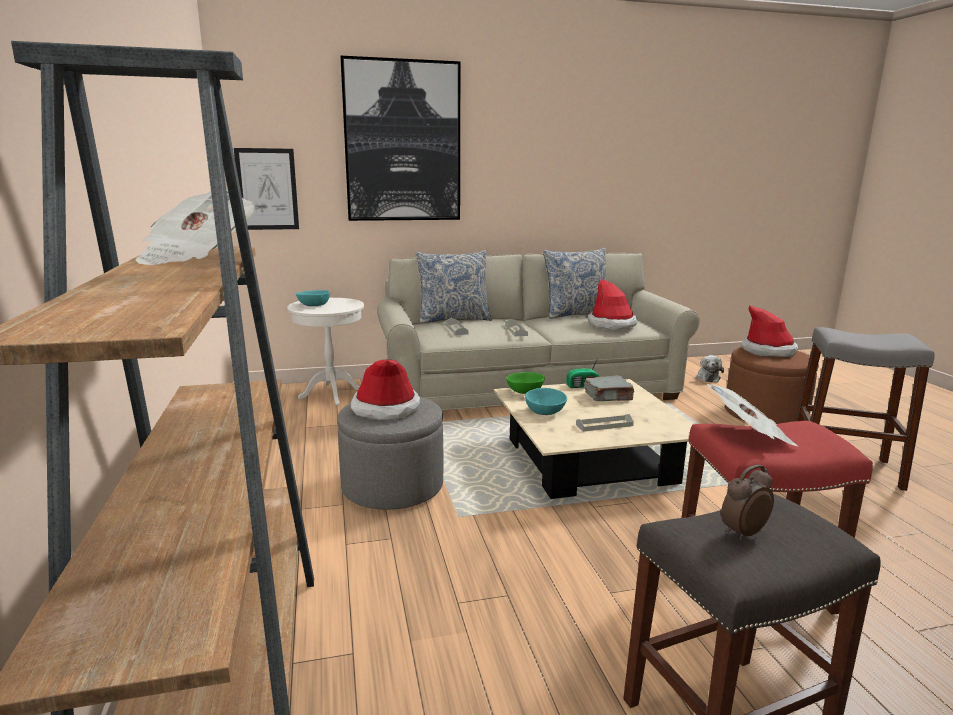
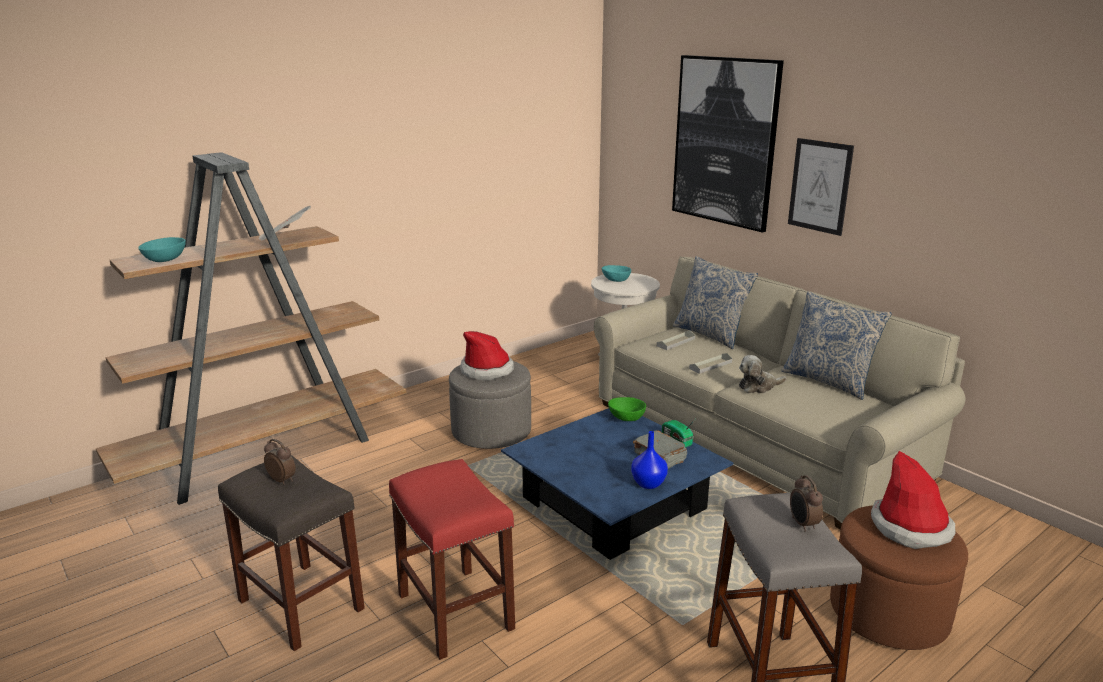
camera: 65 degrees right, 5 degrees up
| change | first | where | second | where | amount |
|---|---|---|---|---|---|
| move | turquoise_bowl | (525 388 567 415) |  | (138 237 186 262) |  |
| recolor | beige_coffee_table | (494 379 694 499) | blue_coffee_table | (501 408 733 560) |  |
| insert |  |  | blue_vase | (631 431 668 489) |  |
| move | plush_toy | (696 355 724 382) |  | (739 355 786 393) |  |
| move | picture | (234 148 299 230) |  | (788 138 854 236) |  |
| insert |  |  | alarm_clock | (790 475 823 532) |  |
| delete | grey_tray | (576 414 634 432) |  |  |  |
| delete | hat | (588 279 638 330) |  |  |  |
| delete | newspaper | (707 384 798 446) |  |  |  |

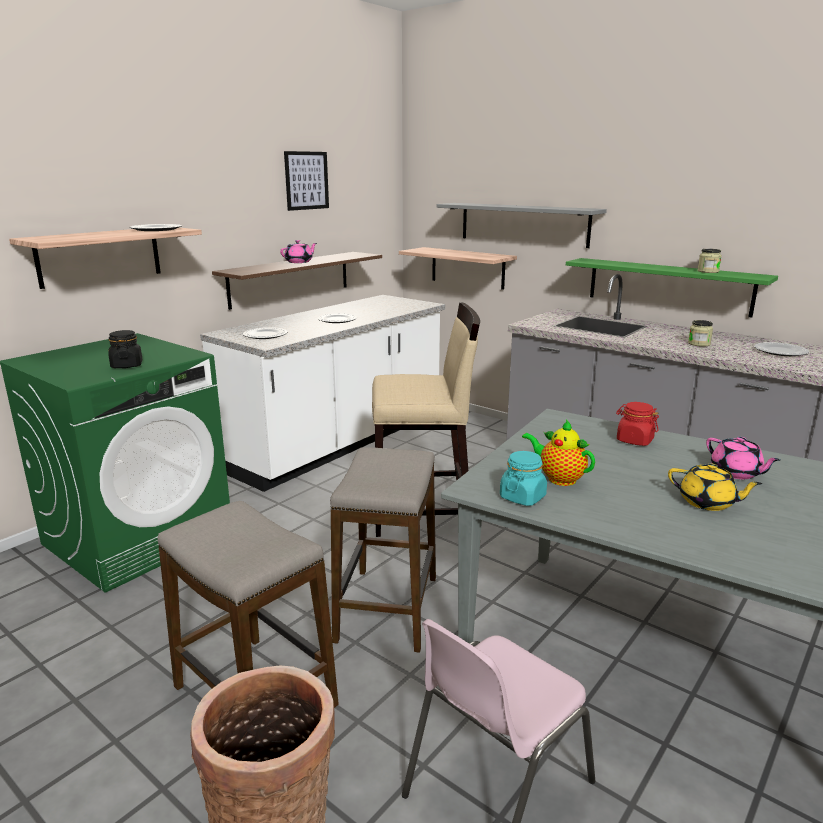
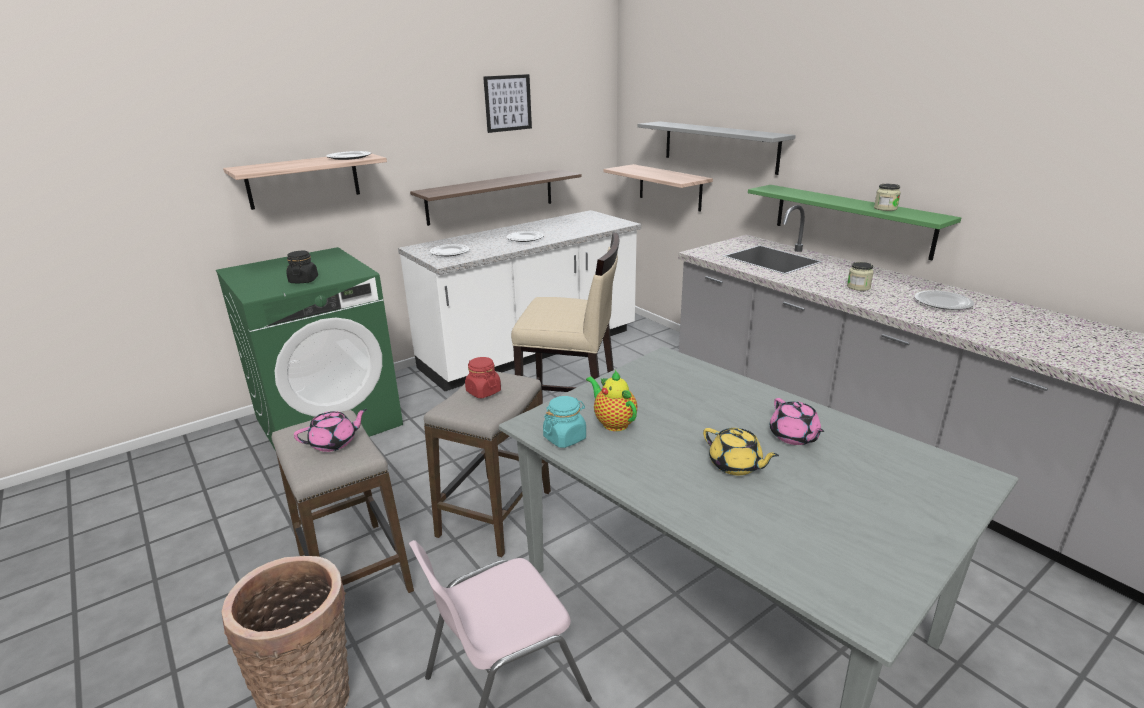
camera: 15 degrees right, 5 degrees up
| change | first | where | second | where | amount |
|---|---|---|---|---|---|
| move | pink_teapot | (280 240 317 263) |  | (294 409 367 452) |  |
| move | red_jar | (616 402 659 446) |  | (465 357 501 398) |  |

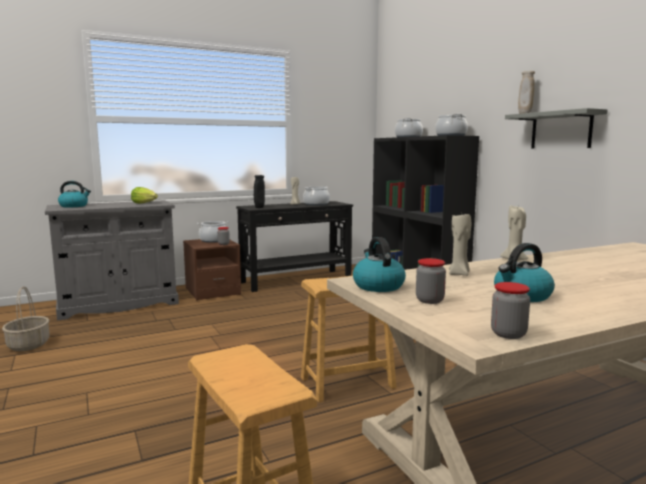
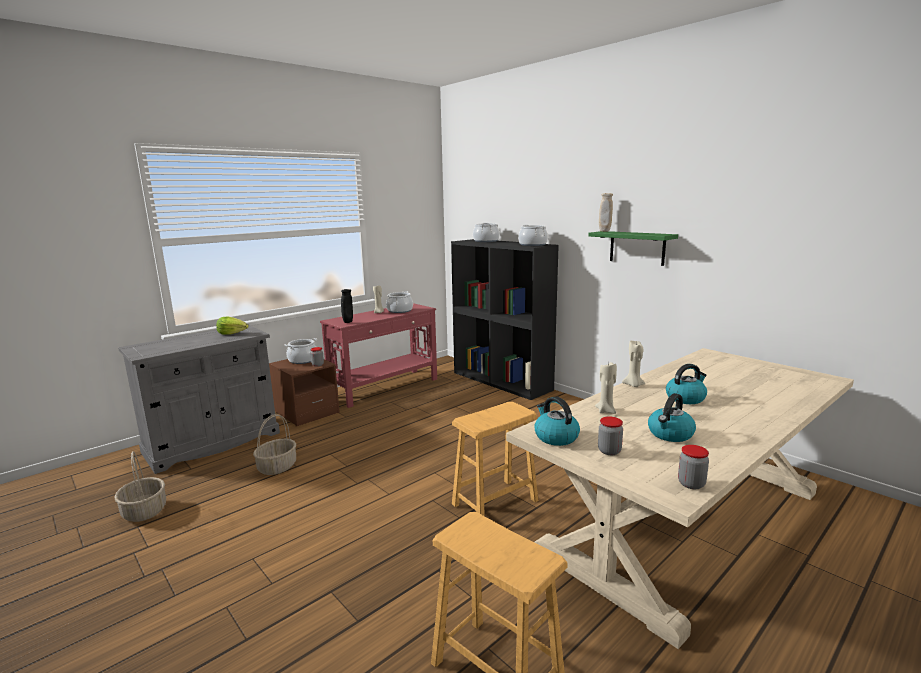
camera: 15 degrees left, 5 degrees up
| change | first | where | second | where | amount |
|---|---|---|---|---|---|
| insert |  |  | basket | (253 414 296 475) |  |
| recolor | black_console_table | (236 201 353 292) | red_console_table | (320 303 437 408) |  |
| recolor | grey_shelf | (505 108 608 148) | green_shelf | (588 231 678 266) |  |
| move | kettle | (58 181 91 207) |  | (666 364 707 404) |  |

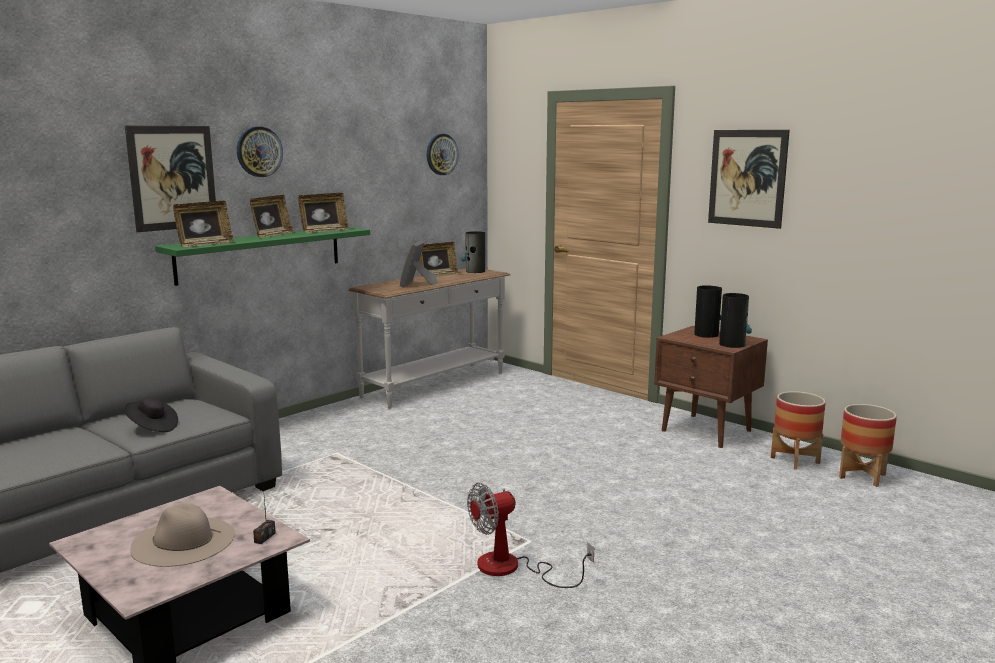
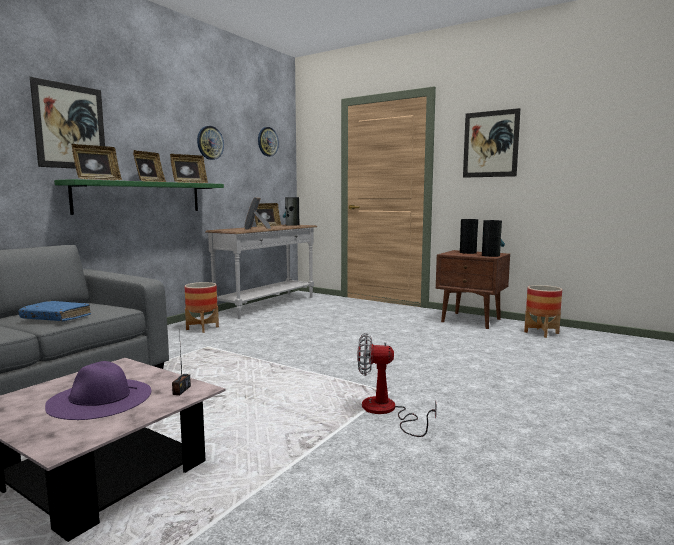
camera: 10 degrees left, 5 degrees down
| change | first | where | second | where | amount |
|---|---|---|---|---|---|
| replace | black_hat | (125 397 178 432) | blue_book | (19 301 91 321) |  |
| recolor | beige_hat | (131 503 235 567) | purple_hat | (45 361 151 420) |  |
| move | planter | (839 404 897 487) |  | (185 282 219 333) |  |
| move | wall_clock | (237 127 283 177) |  | (197 126 224 160) |  |
| rotate | fan | (467 483 594 588) |  | (357 333 437 437) | 45 degrees clockwise |

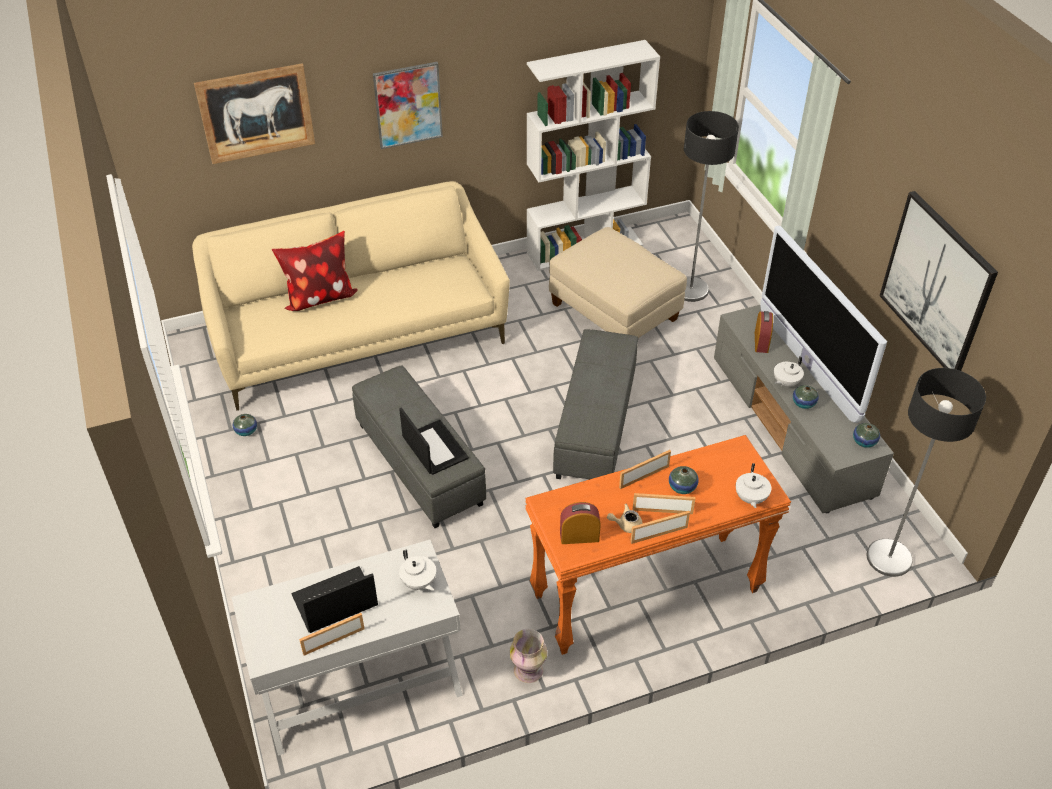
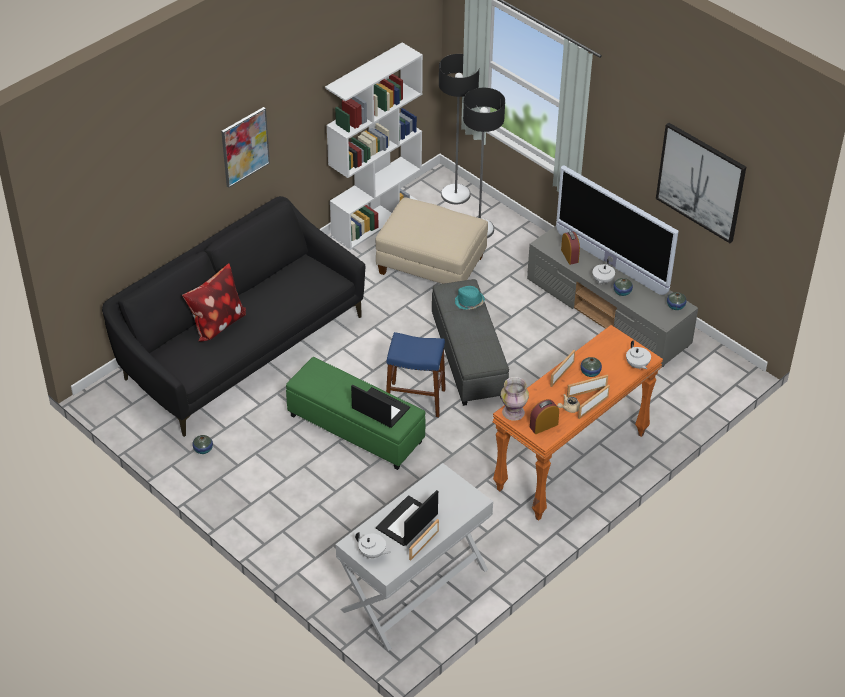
camera: 25 degrees left, 0 degrees up
| change | first | where | second | where | amount |
|---|---|---|---|---|---|
| recolor | beige_sofa | (192 181 510 411) | black_sofa | (102 196 366 437) |  |
| recolor | grey_ottoman | (352 365 486 528) | green_ottoman | (286 357 425 470) |  |
| move | white_teapot | (399 550 436 591) |  | (355 532 391 558) |  |
| insert |  |  | blue_stool | (386 332 446 417) |  |
| move | floor_lamp | (867 368 986 577) |  | (439 54 479 204) |  |
| insert |  |  | turquoise_hat | (455 286 485 310) |  |
| move | vase | (510 629 547 683) |  | (501 377 529 421) |  |
| delete | picture | (194 63 315 164) |  |  |  |

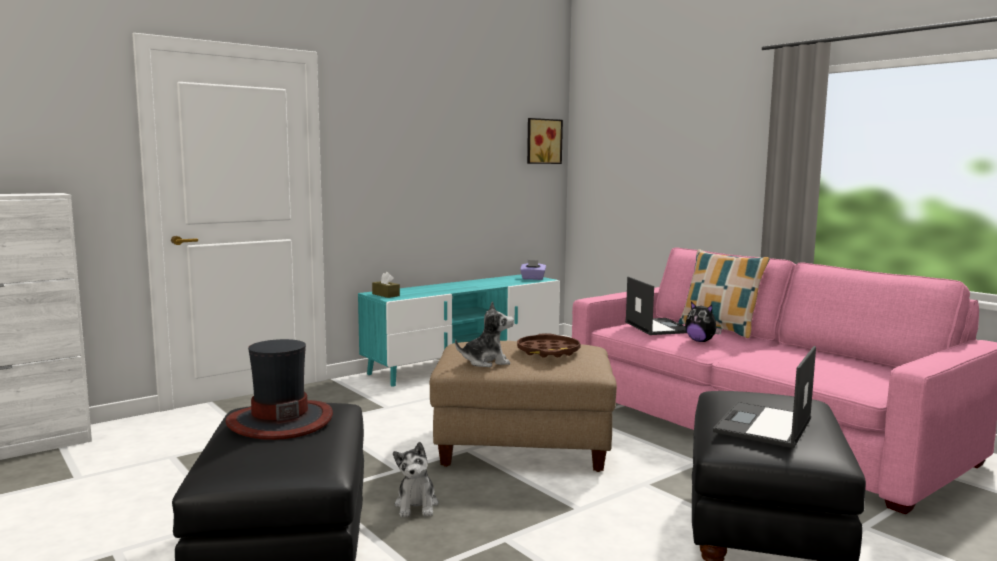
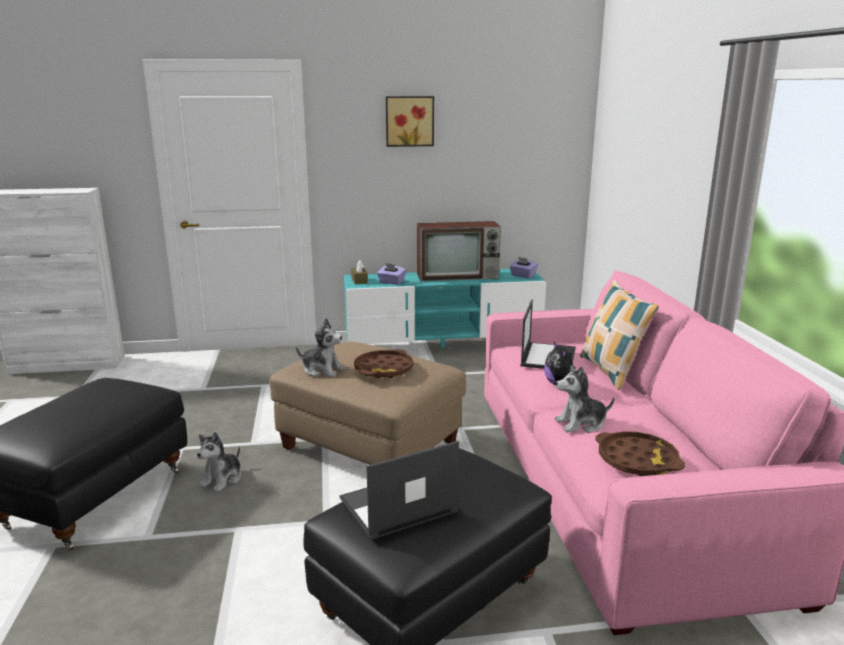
camera: 30 degrees right, 10 degrees up
| change | first | where | second | where | amount |
|---|---|---|---|---|---|
| insert |  |  | purple_tissue_box | (377 263 406 285) |  |
| move | picture | (527 118 563 164) |  | (386 96 434 147) |  |
| insert |  |  | television | (417 221 501 281) |  |
| insert |  |  | plush_toy | (555 365 615 433) |  |
| insert |  |  | brown_tray | (595 431 685 476) |  |
| delete | hat | (225 339 333 440) |  |  |  |

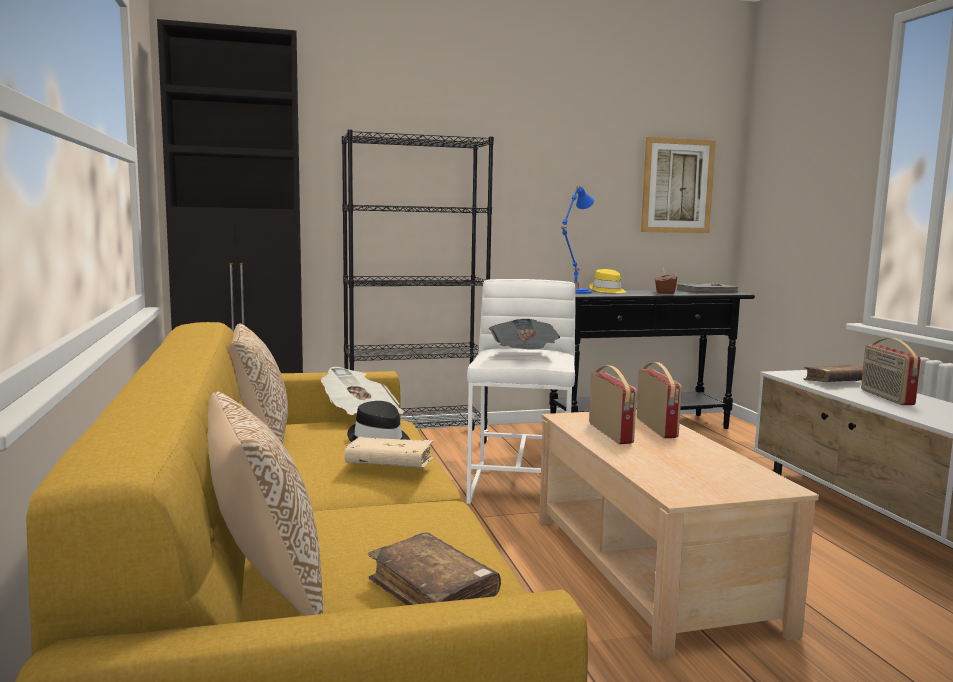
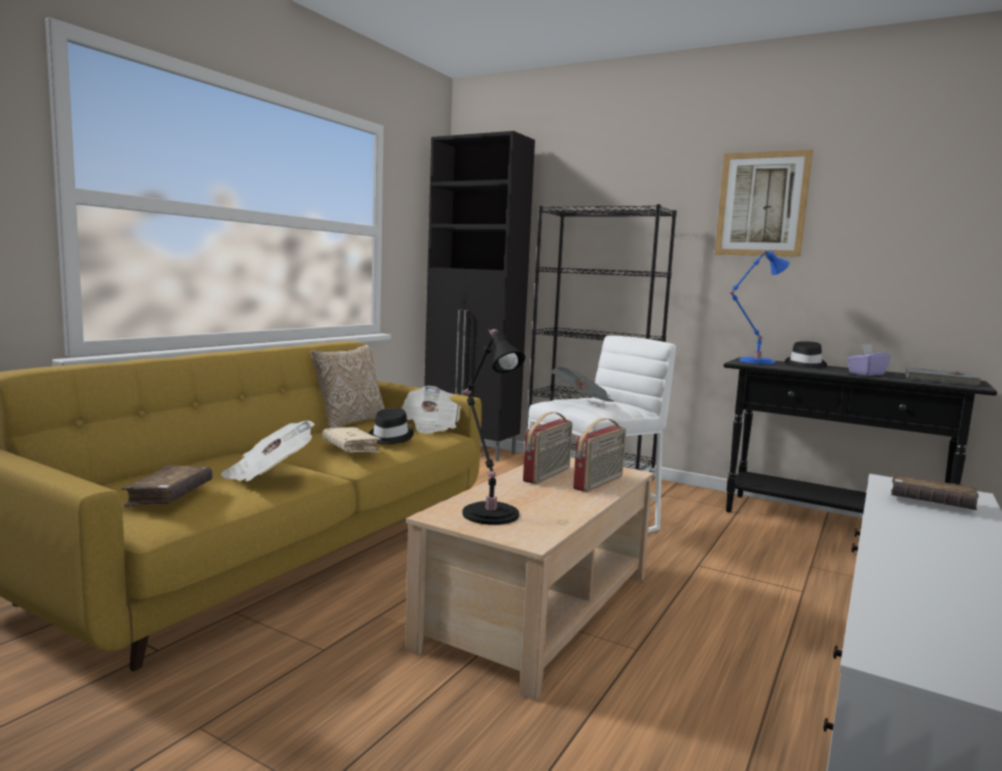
camera: 45 degrees right, 0 degrees up
| change | first | where | second | where | amount |
|---|---|---|---|---|---|
| insert |  |  | newspaper | (221 421 315 481) |  |
| insert |  |  | black_table_lamp | (462 329 525 525) |  |
| move | picture | (641 137 716 233) |  | (715 150 813 257) |  |
| recolor | yellow_hat | (589 269 626 293) | black_hat | (785 341 827 368) |  |
| recolor | brown_tissue_box | (654 268 677 294) | purple_tissue_box | (847 344 891 376) |  |
| delete | pillow | (207 392 323 616) |  |  |  |
| delete | radio | (861 338 921 405) |  |  |  |

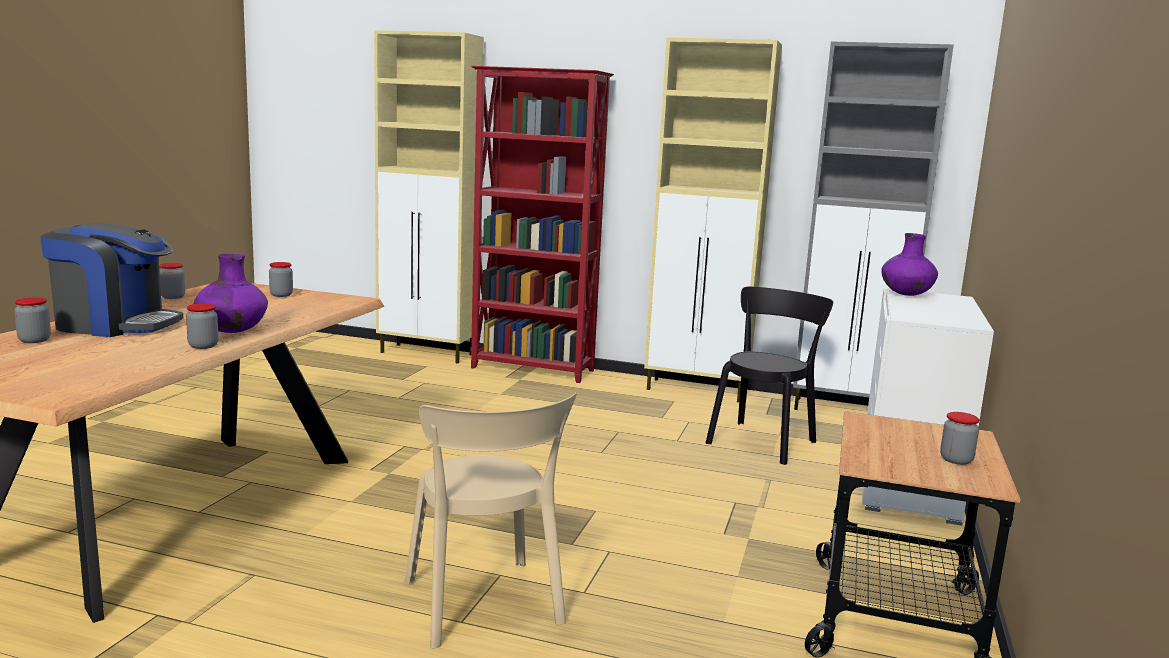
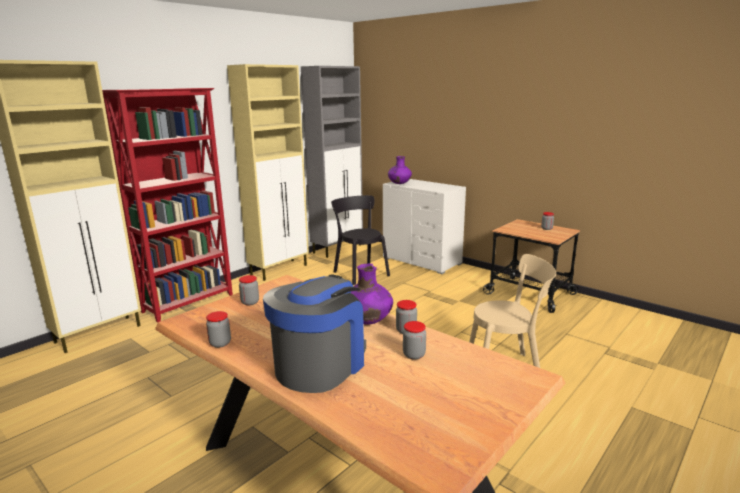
camera: 65 degrees left, 5 degrees up
| change | first | where | second | where | amount |
|---|---|---|---|---|---|
| move | jar | (14 297 51 343) |  | (403 321 426 360) |  |

